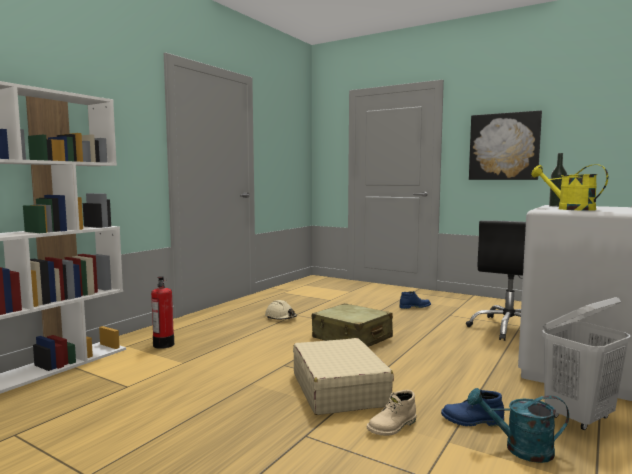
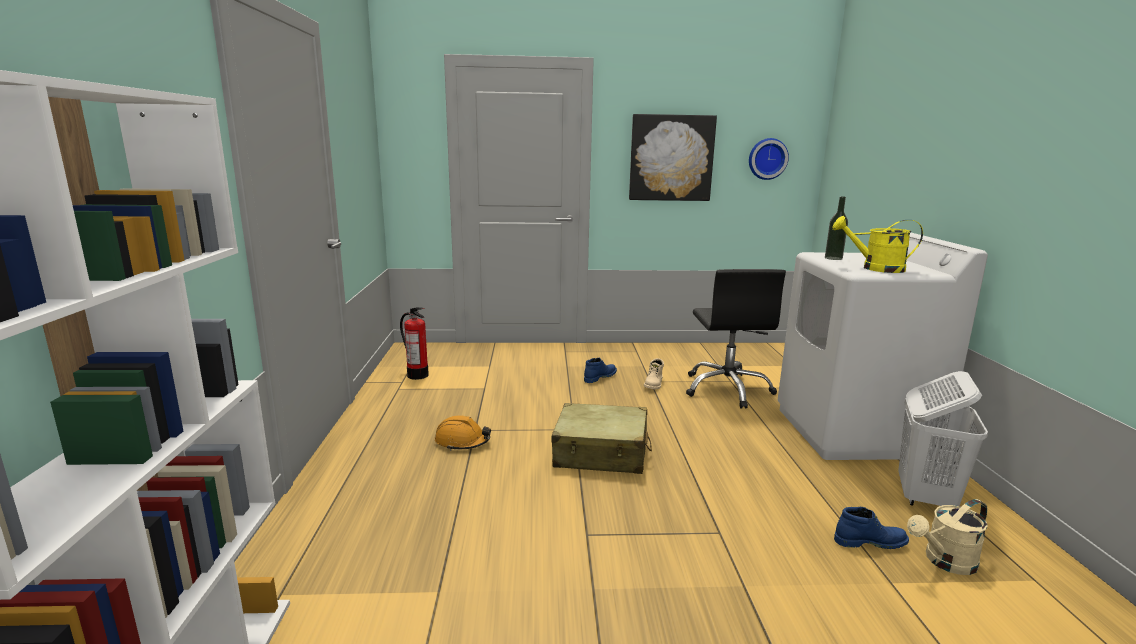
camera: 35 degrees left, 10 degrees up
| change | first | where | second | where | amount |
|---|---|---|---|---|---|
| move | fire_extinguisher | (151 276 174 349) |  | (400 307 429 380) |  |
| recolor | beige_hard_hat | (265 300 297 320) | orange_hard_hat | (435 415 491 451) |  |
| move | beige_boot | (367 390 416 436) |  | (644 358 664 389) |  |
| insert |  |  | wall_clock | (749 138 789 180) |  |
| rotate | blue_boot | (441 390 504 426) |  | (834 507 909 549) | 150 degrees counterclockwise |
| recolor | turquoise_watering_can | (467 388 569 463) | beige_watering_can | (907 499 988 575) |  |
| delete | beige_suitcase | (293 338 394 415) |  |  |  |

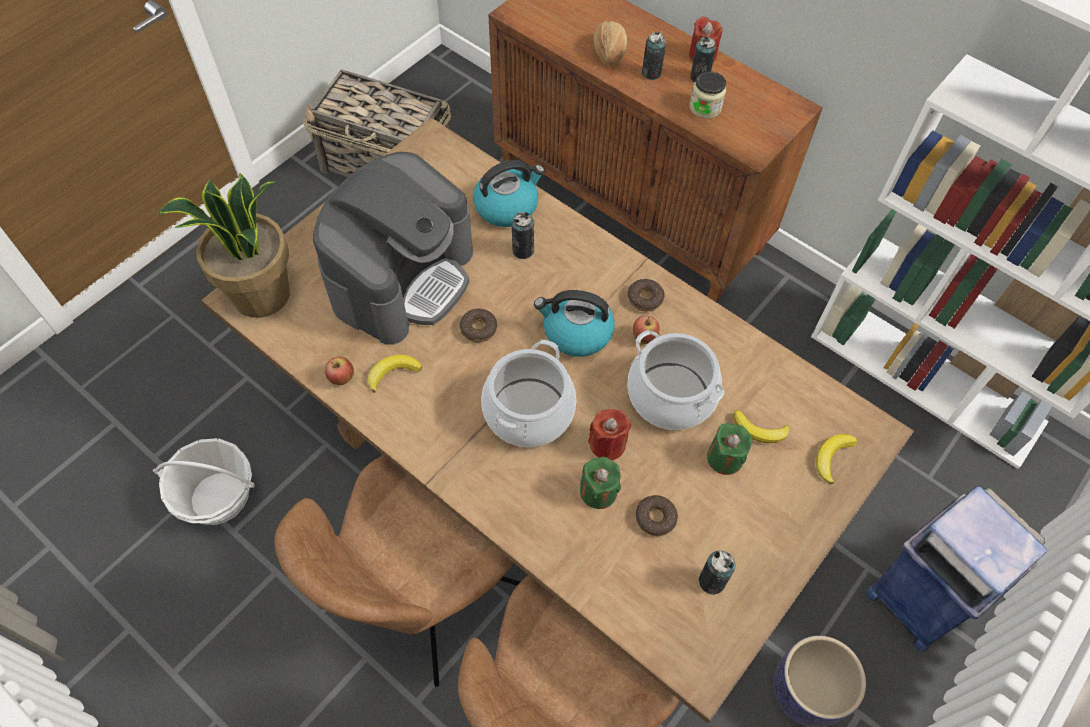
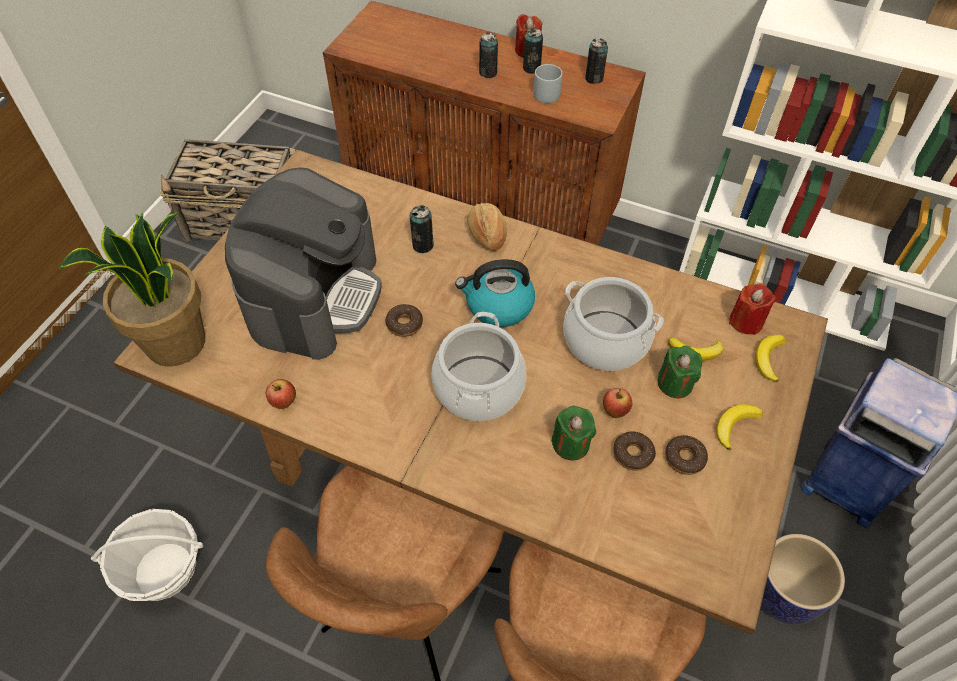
camera: 15 degrees left, 5 degrees down
| change | first | where | second | where | amount |
|---|---|---|---|---|---|
| move | bread | (594 21 627 66) |  | (467 203 507 251) |  |
| replace | jar | (689 71 726 119) | grey_mug | (533 64 563 103) |  |
| move | can | (699 551 735 595) |  | (585 38 608 84) |  |
| move | apple | (633 316 660 344) |  | (603 388 633 418) |  |
| move | donut | (628 279 665 312) |  | (665 435 708 475) |  |
| move | banana | (368 355 422 393) |  | (716 404 763 450) |  |
| move | red_candle | (588 409 631 460) |  | (729 283 776 335) |  |
| delete | kettle | (473 160 545 227) |  |  |  |

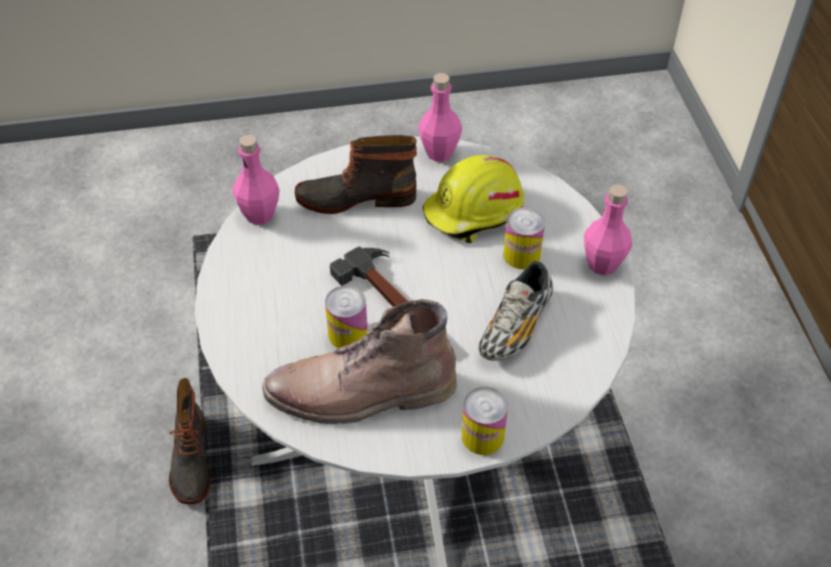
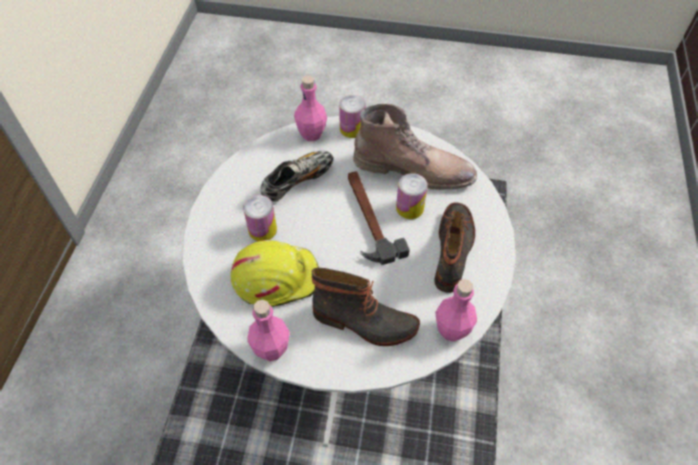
camera: 160 degrees left, 5 degrees up
| change | first | where | second | where | amount |
|---|---|---|---|---|---|
| move | pink_bottle | (584 184 632 276) |  | (294 76 327 141) |  |
| move | boot | (169 378 210 504) |  | (434 202 475 293) |  |

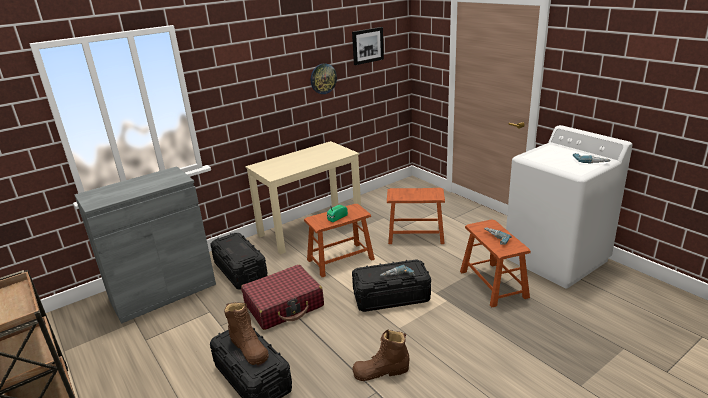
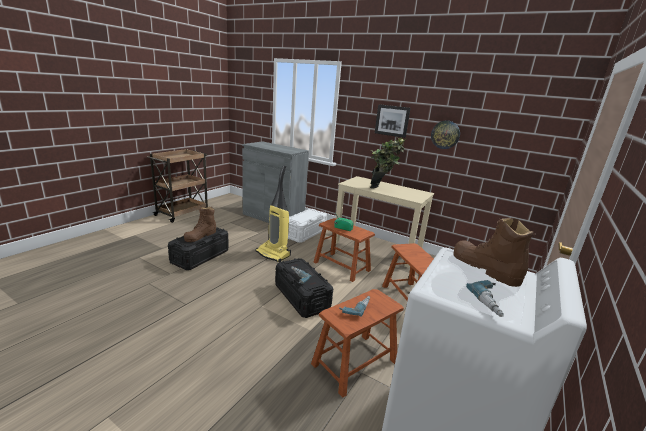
camera: 65 degrees right, 5 degrees down
| change | first | where | second | where | amount |
|---|---|---|---|---|---|
| replace | red_suitcase | (241 265 324 330) | vacuum_cleaner | (255 165 291 263) |  |
| recolor | black_storage_box | (210 233 267 290) | white_storage_box | (288 209 327 243) |  |
| insert |  |  | potted_plant | (370 138 406 188) |  |
| move | picture | (352 27 384 65) |  | (375 104 411 138) |  |
| move | brown_boot | (352 330 409 381) |  | (453 218 536 287) |  |

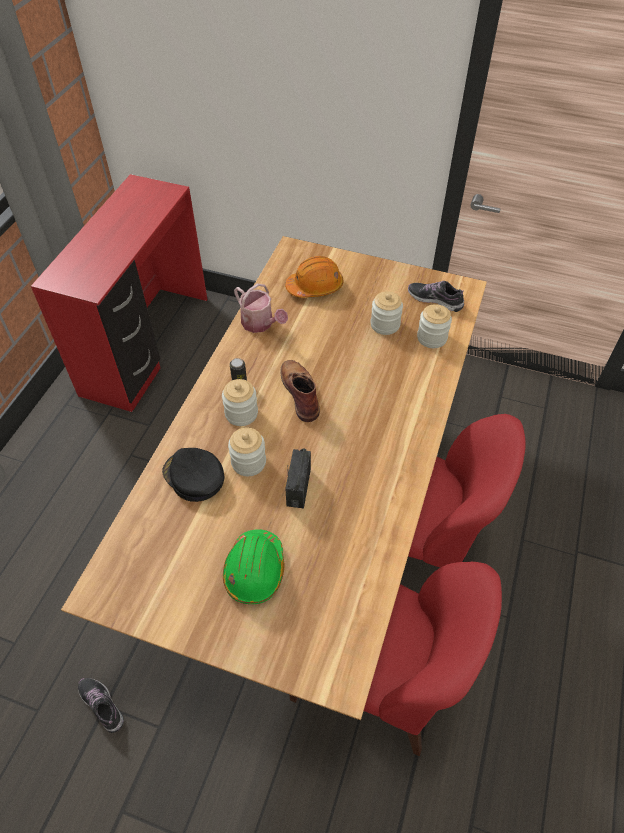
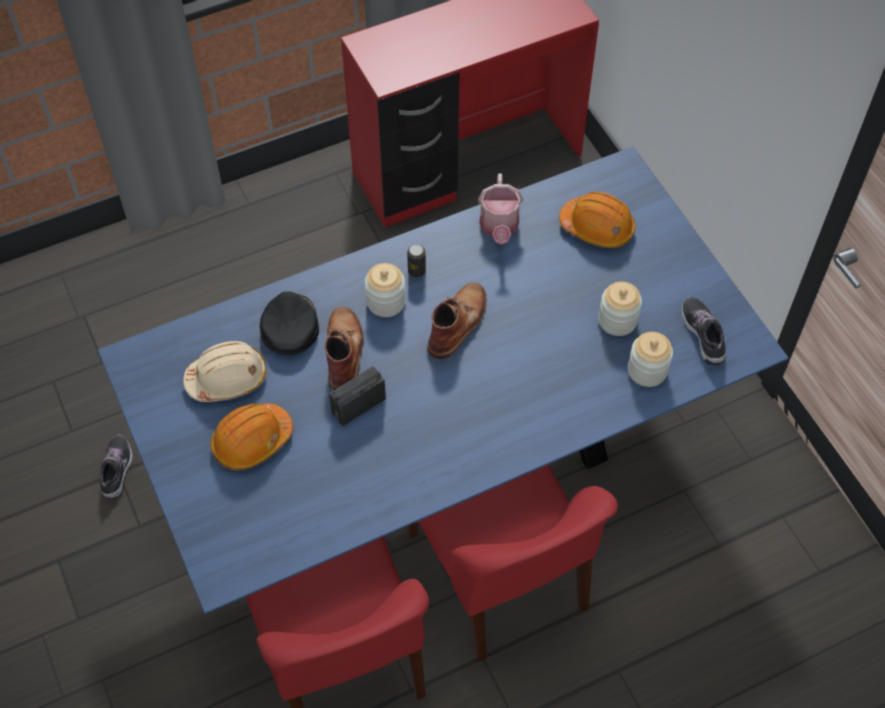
camera: 45 degrees right, 5 degrees up
| change | first | where | second | where | amount |
|---|---|---|---|---|---|
| recolor | brown_dining_table | (61 236 487 720) | blue_dining_table | (98 146 789 614) |  |
| insert |  |  | beige_hard_hat | (183 341 266 402) |  |
| recolor | green_hard_hat | (223 529 284 604) | orange_hard_hat | (210 403 293 470) |  |
| replace | jar | (228 427 266 476) | brown_boot | (324 306 364 390) |  |

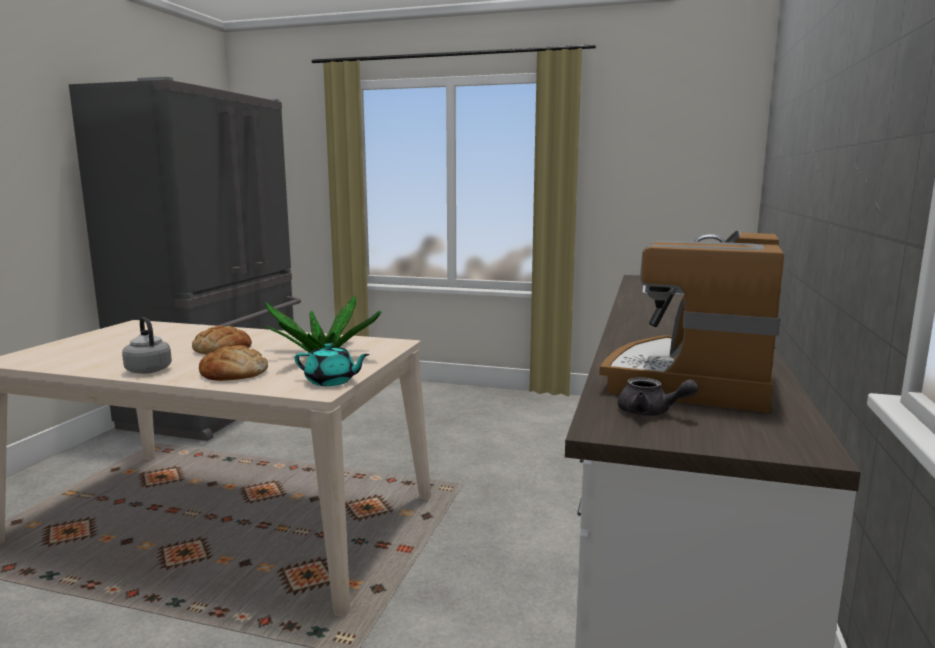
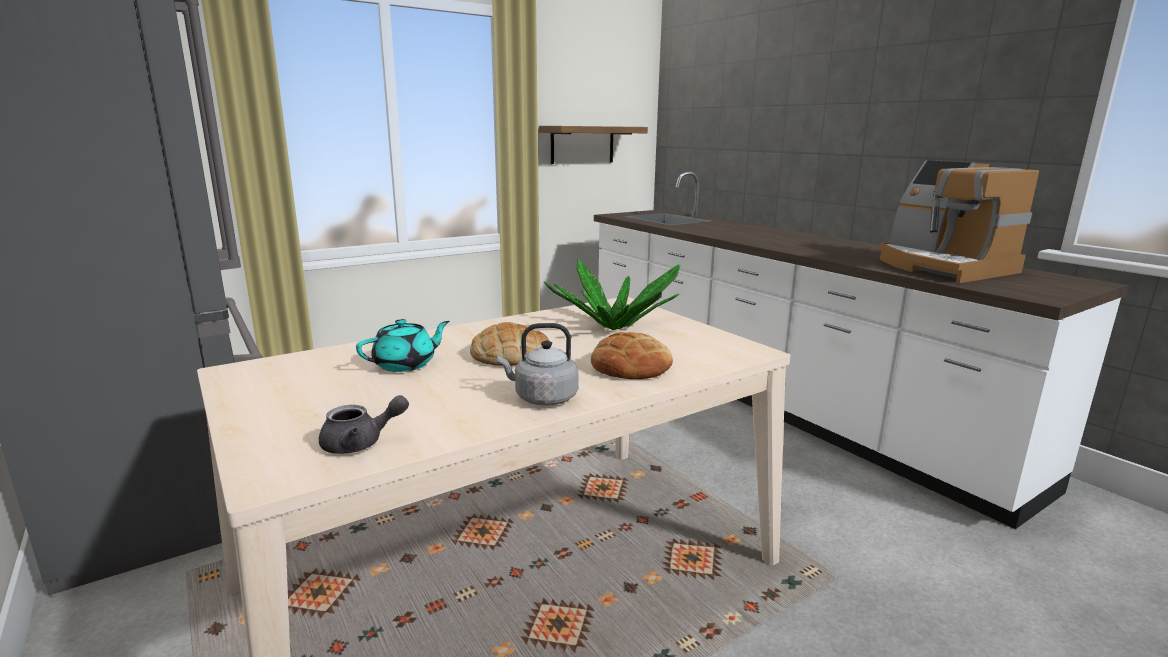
camera: 50 degrees left, 5 degrees up
| change | first | where | second | where | amount |
|---|---|---|---|---|---|
| move | grey_teapot | (618 377 698 416) |  | (319 395 409 454) |  |
| move | turquoise_teapot | (295 343 370 386) |  | (356 319 450 372) |  |
| insert |  |  | shelf | (539 126 648 164) |  |

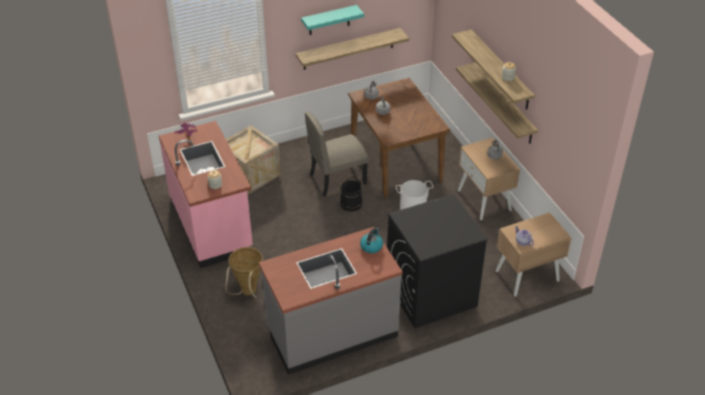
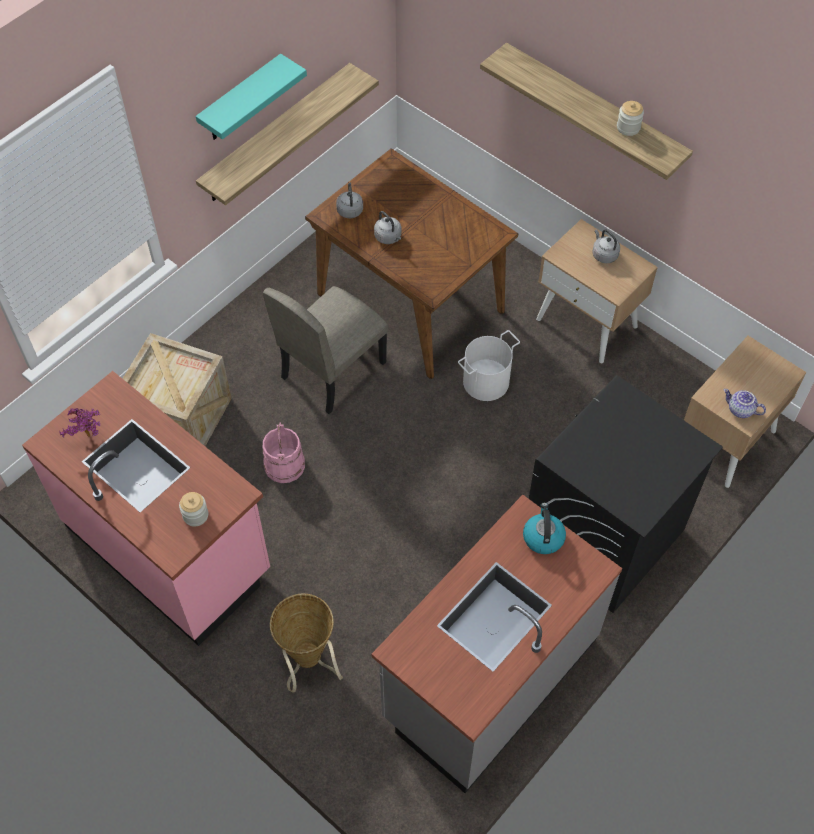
camera: 25 degrees left, 15 degrees up
| change | first | where | second | where | amount |
|---|---|---|---|---|---|
| insert |  |  | pink_bucket | (263 422 305 483) |  |
| delete | black_bucket | (340 176 362 212) |  |  |  |
| delete | shelf | (456 62 538 144) |  |  |  |

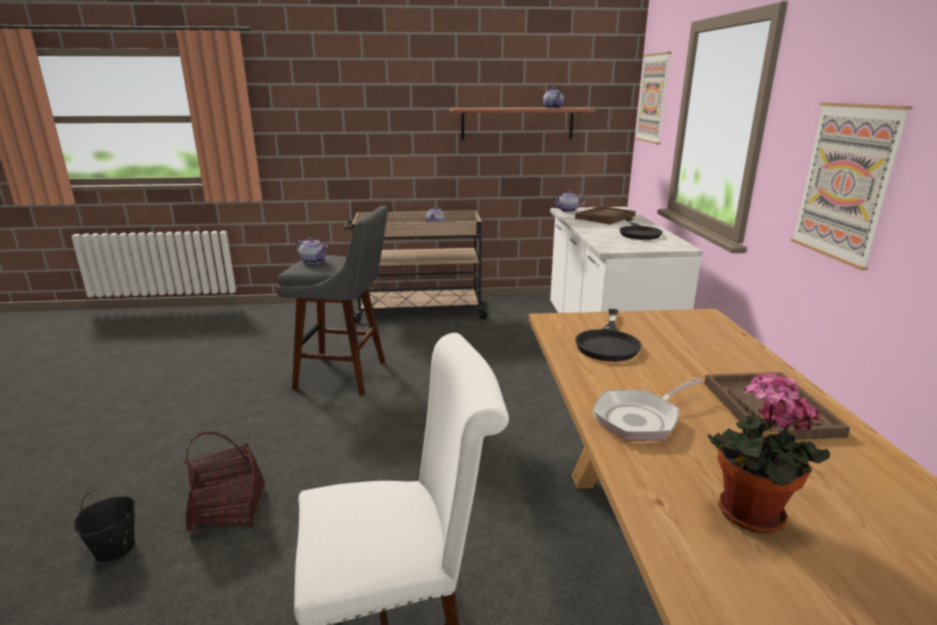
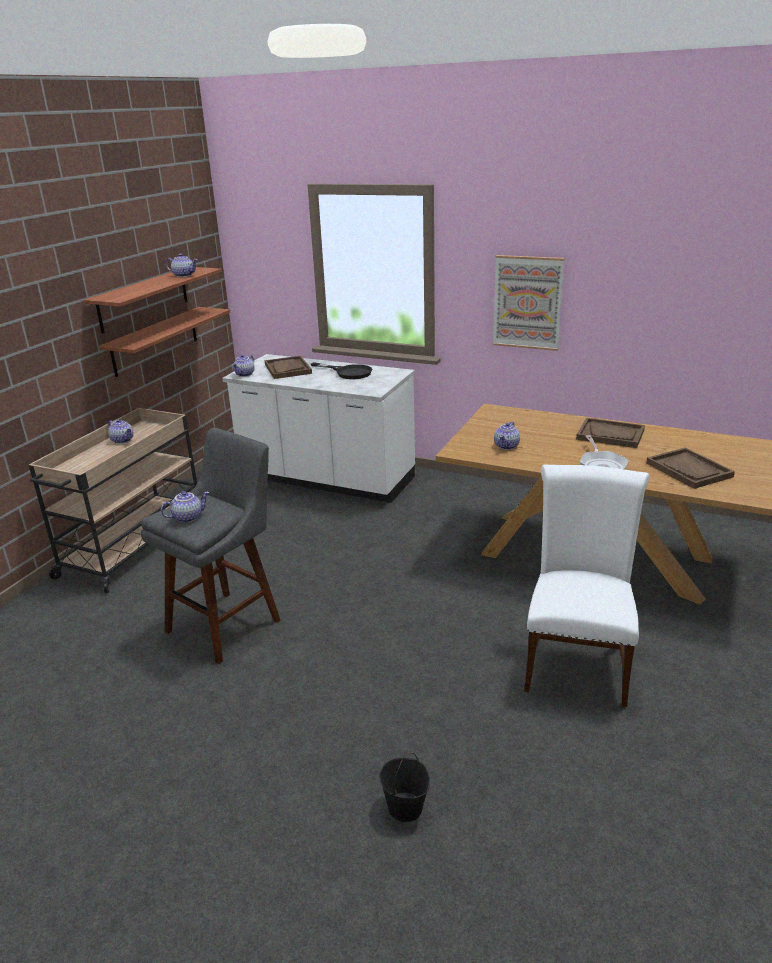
camera: 60 degrees left, 5 degrees up
| change | first | where | second | where | amount |
|---|---|---|---|---|---|
| insert |  |  | shelf | (99 307 230 377) |  |
| replace | black_frying_pan | (575 309 642 362) | teapot | (494 422 520 450) |  |
| replace | potted_plant | (708 372 830 533) | brown_tray | (646 448 735 489) |  |
| delete | basket | (184 431 265 532) |  |  |  |
| delete | picture | (634 52 671 144) |  |  |  |

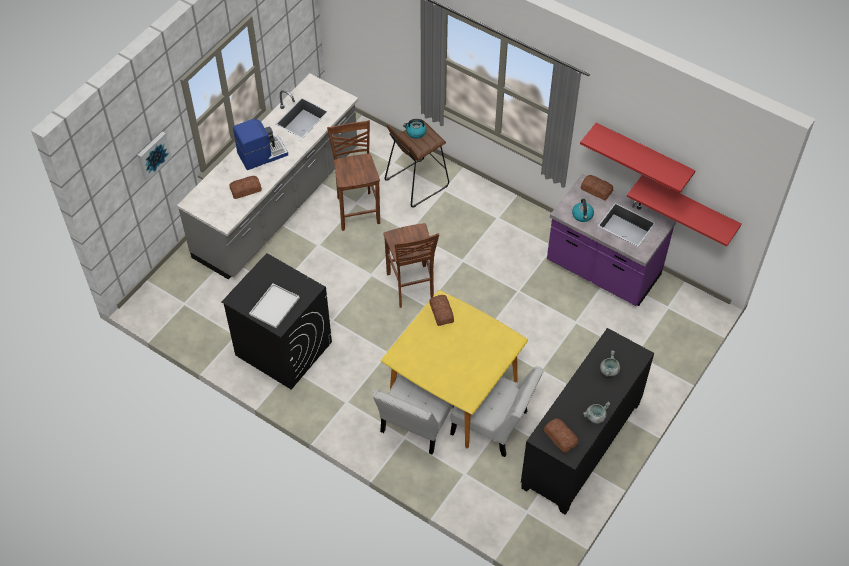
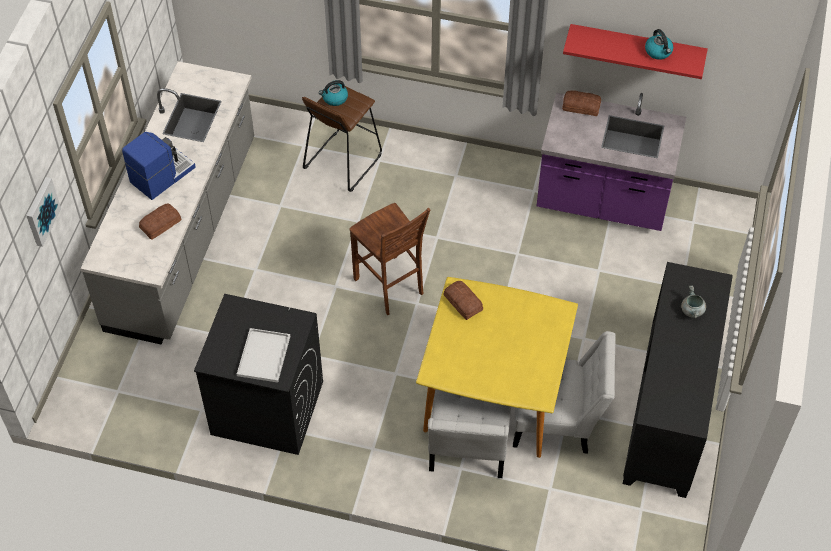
camera: 20 degrees left, 0 degrees up
| change | first | where | second | where | amount |
|---|---|---|---|---|---|
| move | kettle | (572 199 594 222) |  | (645 29 673 60) |  |
| delete | brown_stool | (327 120 380 231) |  |  |  |
| delete | bread | (543 418 578 453) |  |  |  |
| delete | grey_cooking_pot | (583 402 610 424) |  |  |  |
| delete | red_shelf | (627 175 741 247) |  |  |  |

